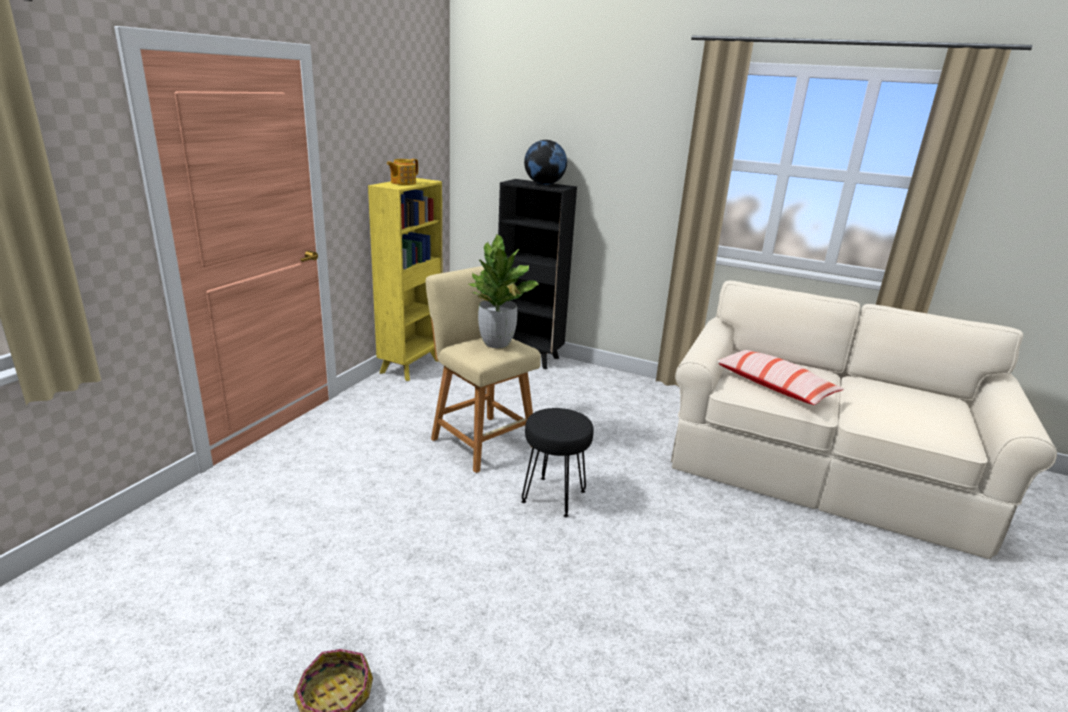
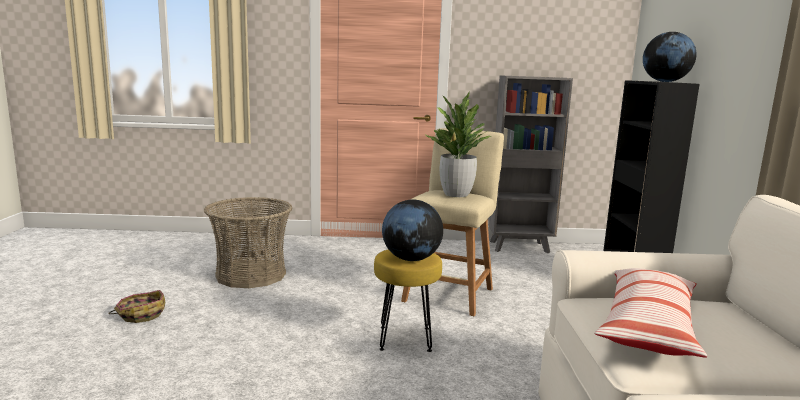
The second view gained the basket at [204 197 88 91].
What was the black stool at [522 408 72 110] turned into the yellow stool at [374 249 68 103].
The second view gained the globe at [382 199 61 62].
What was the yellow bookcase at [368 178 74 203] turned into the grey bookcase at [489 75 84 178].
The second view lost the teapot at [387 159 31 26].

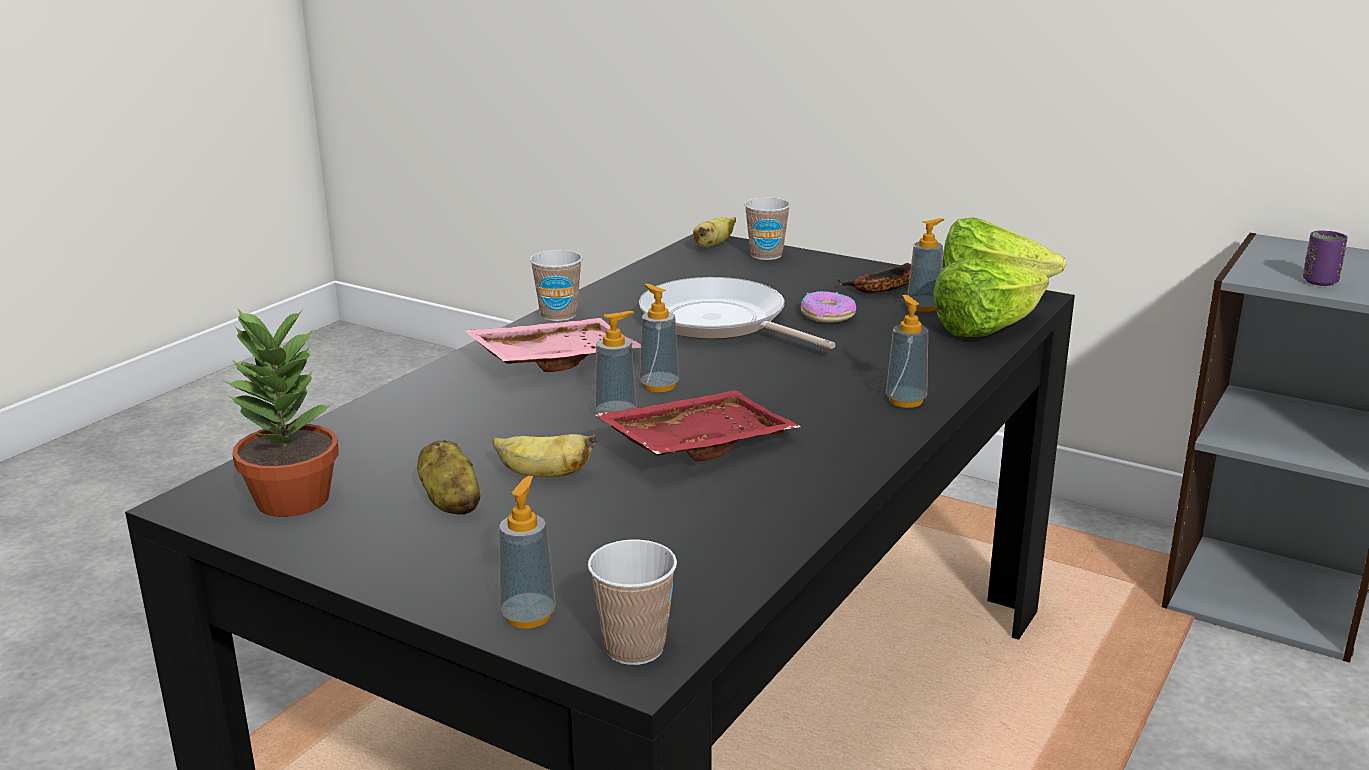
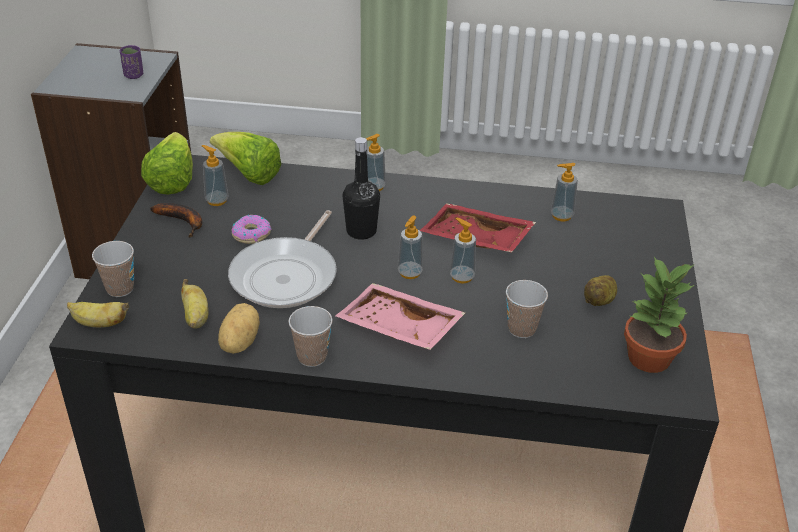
The banana ended up elsewhere, having gone from [493 434 104 43] to [181 279 27 50].
The second view gained the potato at [218 303 42 51].
The second view gained the black bottle at [343 137 37 103].
The cup ended up elsewhere, having gone from [588 539 89 126] to [506 280 42 58].
The soap dispenser ended up elsewhere, having gone from [499 476 57 153] to [551 163 27 59].

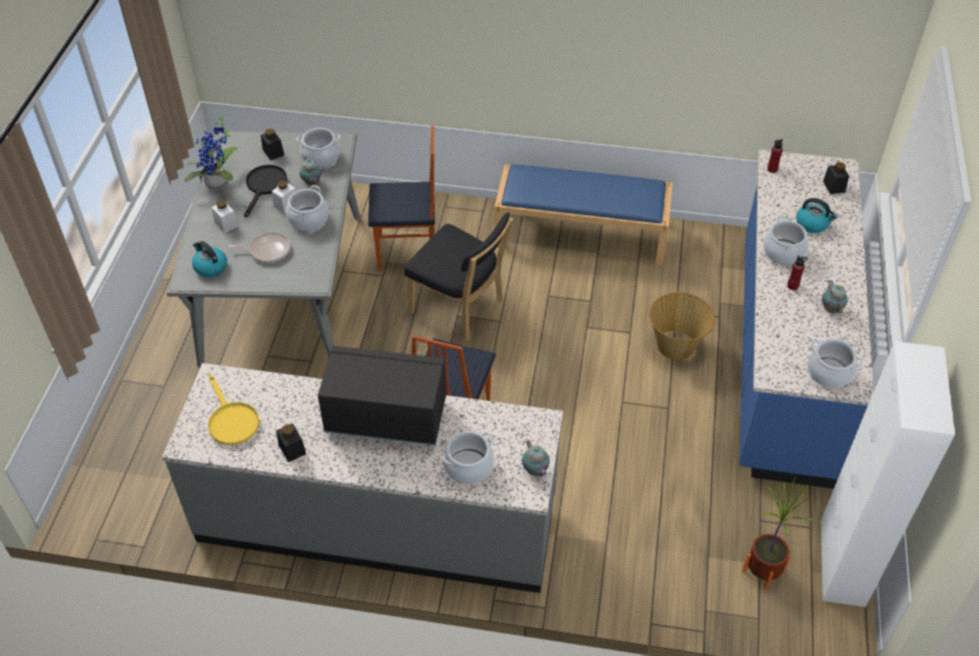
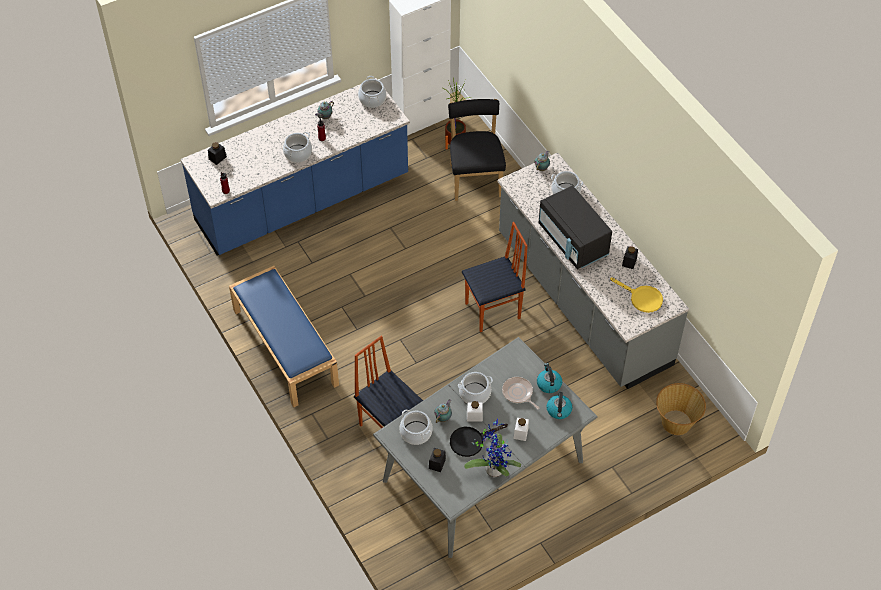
The black chair ended up elsewhere, having gone from [404 212 109 129] to [448 99 58 102].
The kettle ended up elsewhere, having gone from [796 198 42 35] to [537 363 25 30].
The yellow frying pan at [208 375 51 70] ended up facing another way, 105 degrees clockwise from before.
The basket ended up elsewhere, having gone from [649 292 66 68] to [656 383 50 52].

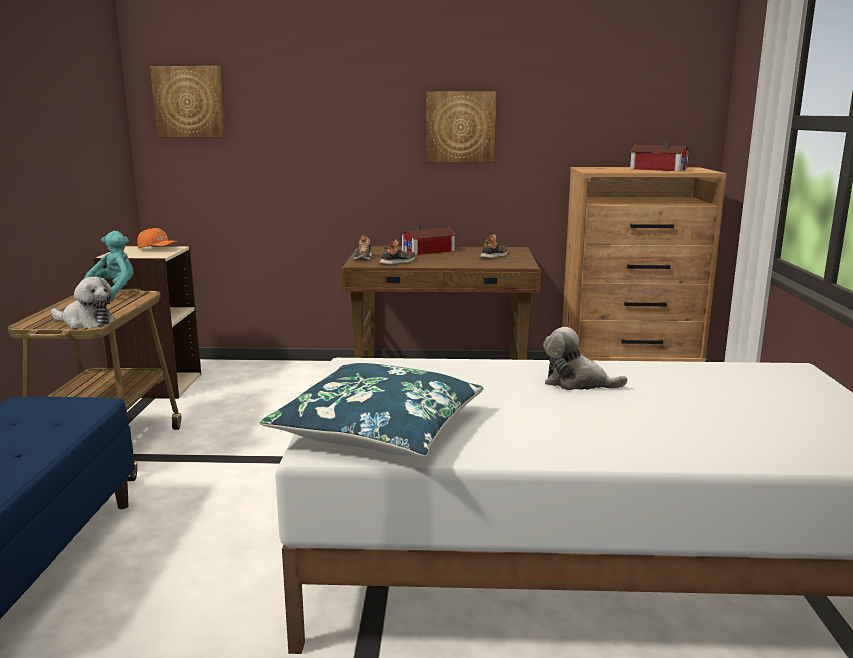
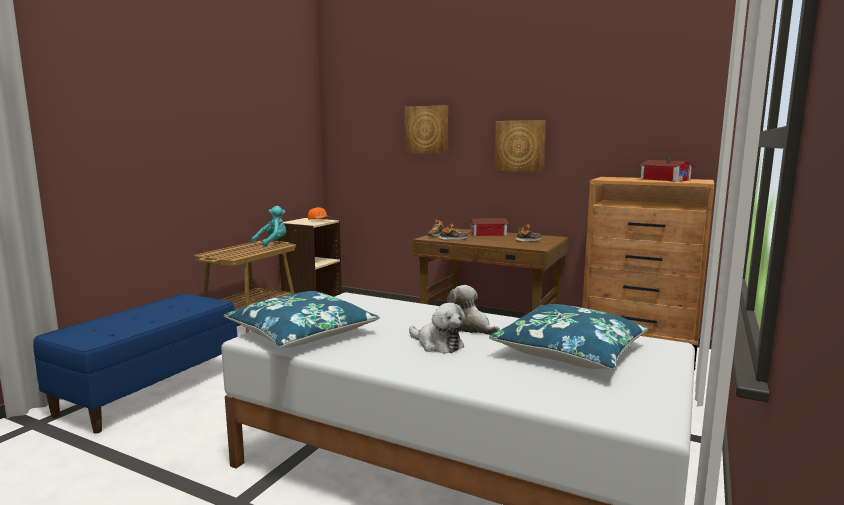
The picture ended up elsewhere, having gone from [150 66 76 71] to [405 105 43 49].
The plush toy ended up elsewhere, having gone from [51 276 64 53] to [409 303 57 51].
The second view gained the blue pillow at [489 304 159 66].

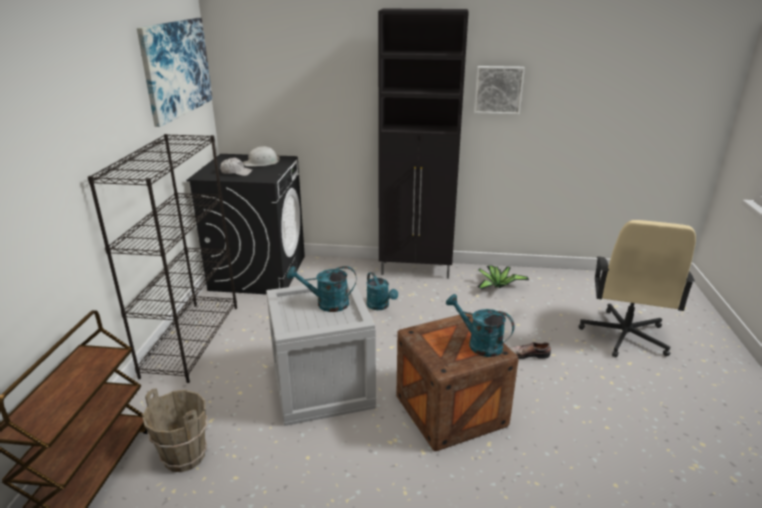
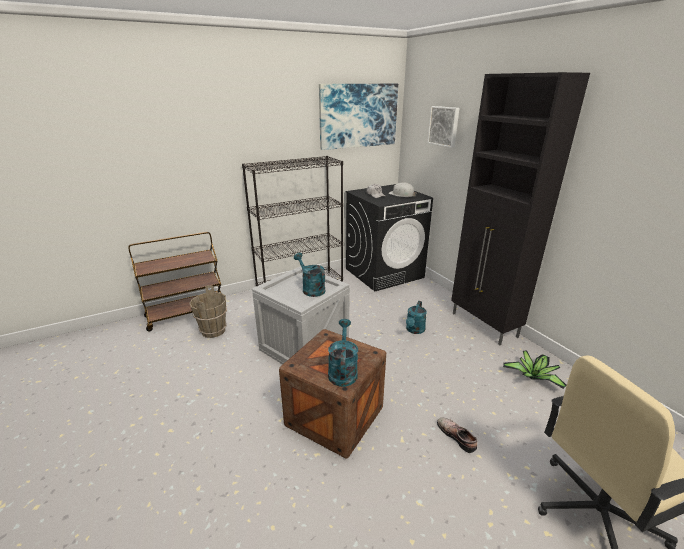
The picture ended up elsewhere, having gone from [474 66 51 48] to [428 106 31 42].

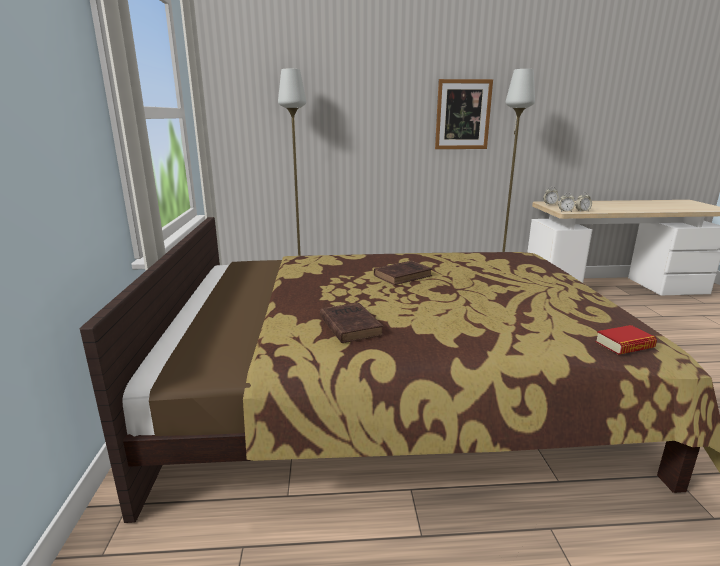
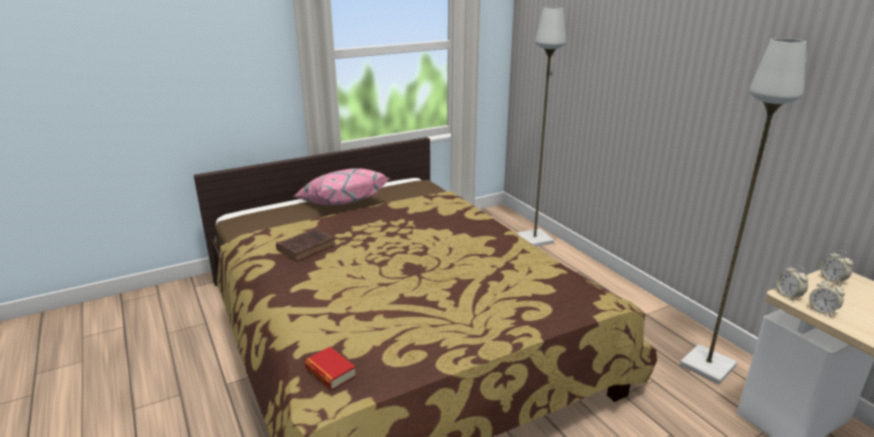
The second view gained the pink pillow at [293 168 96 37].
The second view lost the brown book at [374 260 58 25].
The second view lost the picture at [435 79 58 70].

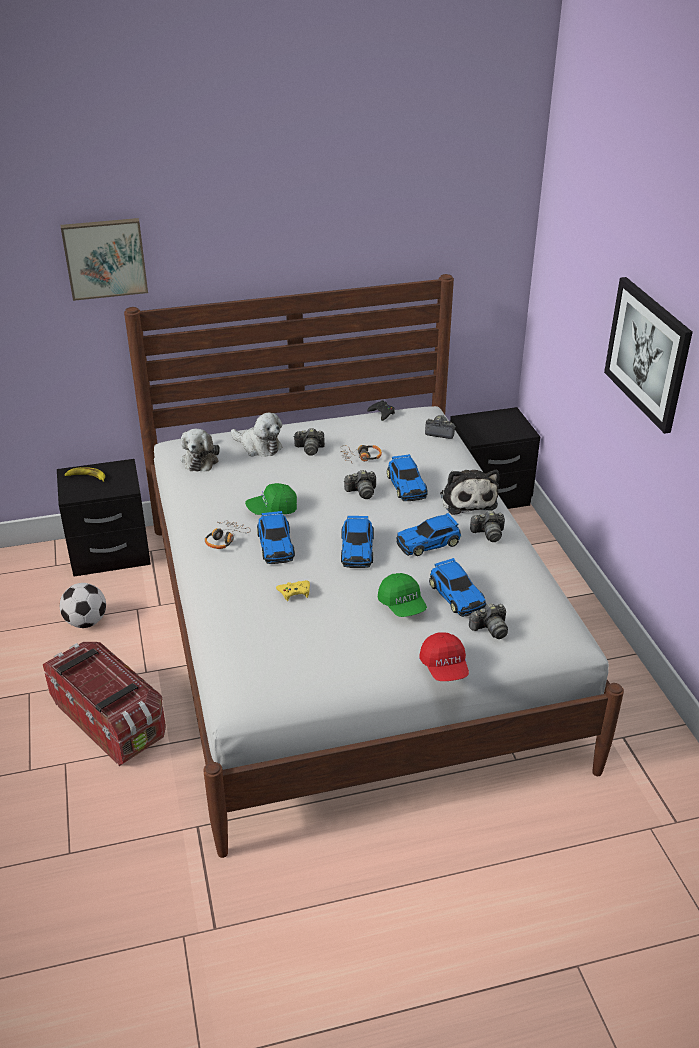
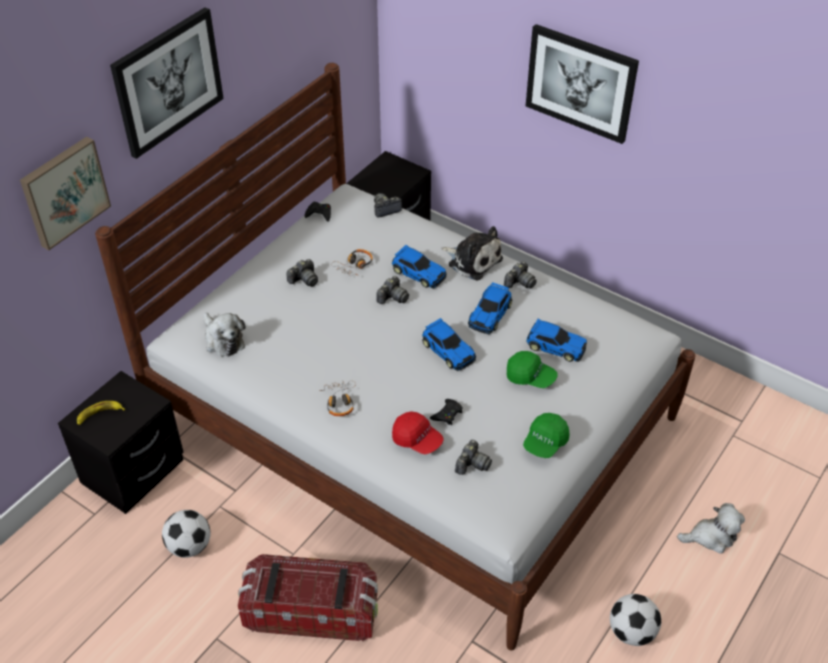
The second view gained the picture at [110 7 114 152].
The red cap ended up elsewhere, having gone from [419 632 50 49] to [392 411 51 43].
What was the yellow game controller at [276 580 34 21] turned into the black game controller at [430 399 32 26].
The photo camera ended up elsewhere, having gone from [469 603 39 36] to [455 440 37 35].
The green cap ended up elsewhere, having gone from [245 483 52 32] to [523 413 46 45].
The second view gained the football at [610 594 51 52].
The plush toy ended up elsewhere, having gone from [231 413 52 44] to [677 503 68 51].
The second view lost the toy car at [257 511 38 53].

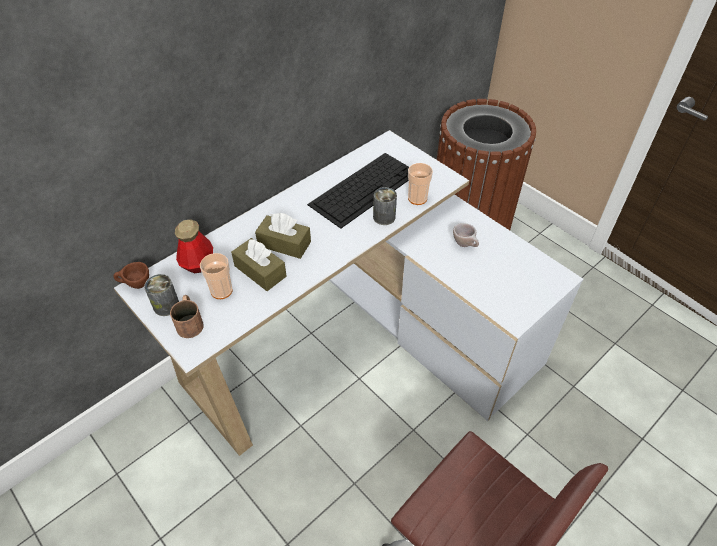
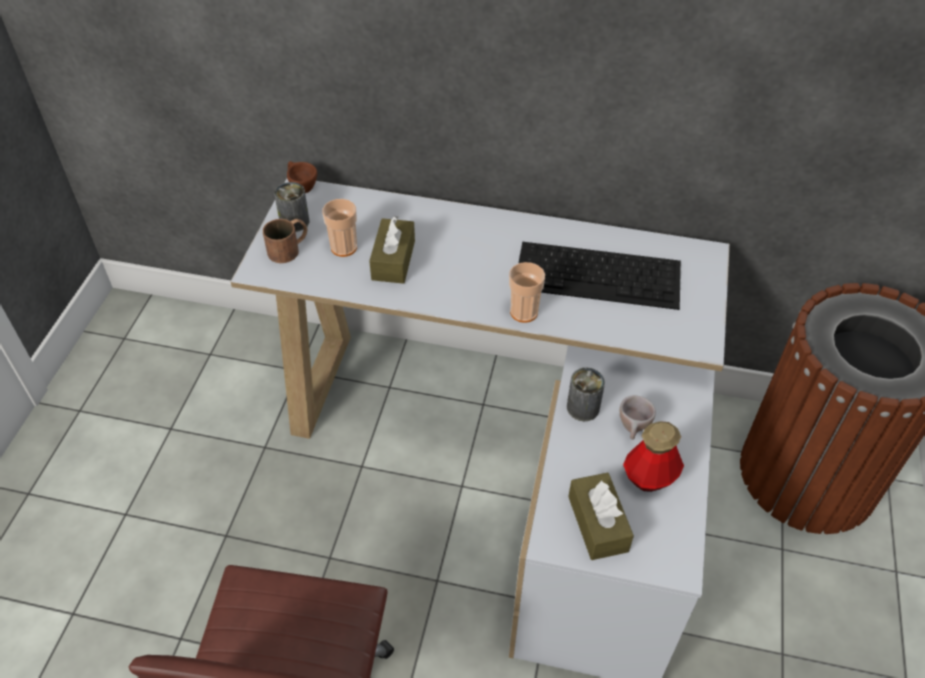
The cup ended up elsewhere, having gone from [408 163 25 42] to [509 262 36 61].
The can ended up elsewhere, having gone from [373 187 24 38] to [567 368 38 53].
The brown tissue box ended up elsewhere, having gone from [255 213 56 46] to [568 473 66 87].
The bottle ended up elsewhere, having gone from [175 219 38 54] to [623 421 61 71].

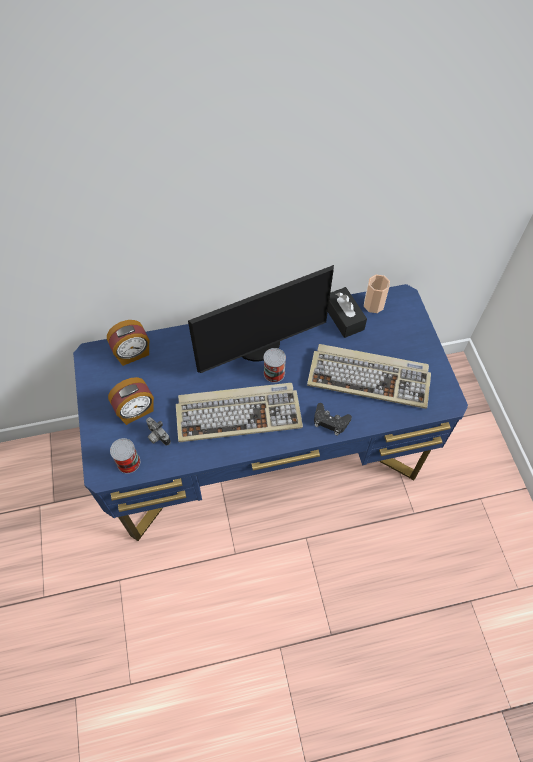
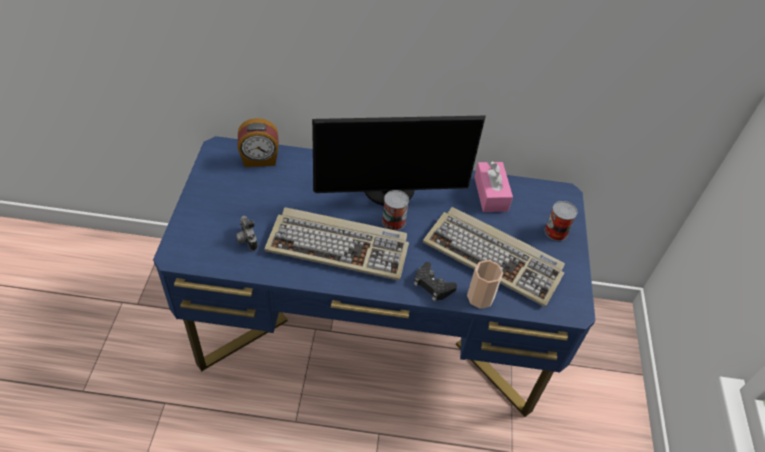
The cup ended up elsewhere, having gone from [364 275 26 38] to [467 260 36 49].
What was the black tissue box at [328 287 39 51] turned into the pink tissue box at [474 161 39 51].
The can ended up elsewhere, having gone from [110 438 30 36] to [544 201 34 40].
The second view lost the alarm clock at [108 377 46 48].

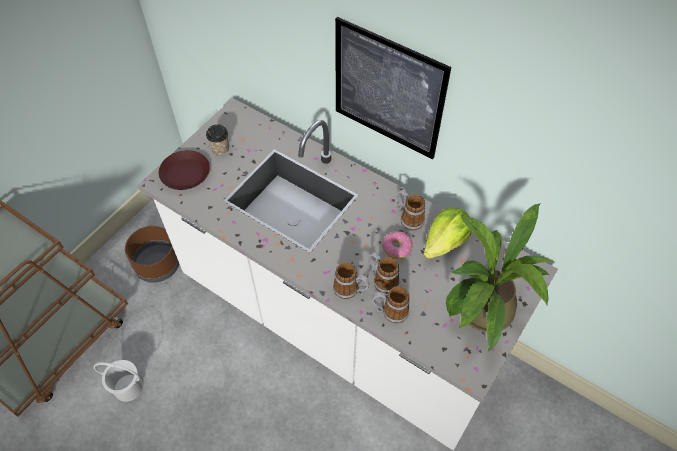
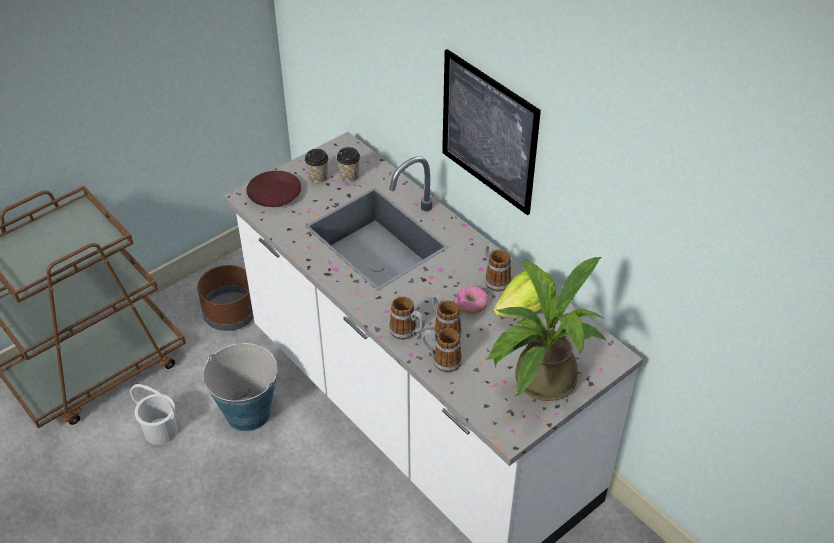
The second view gained the bucket at [203 343 78 89].
The second view gained the cup at [337 147 23 35].

